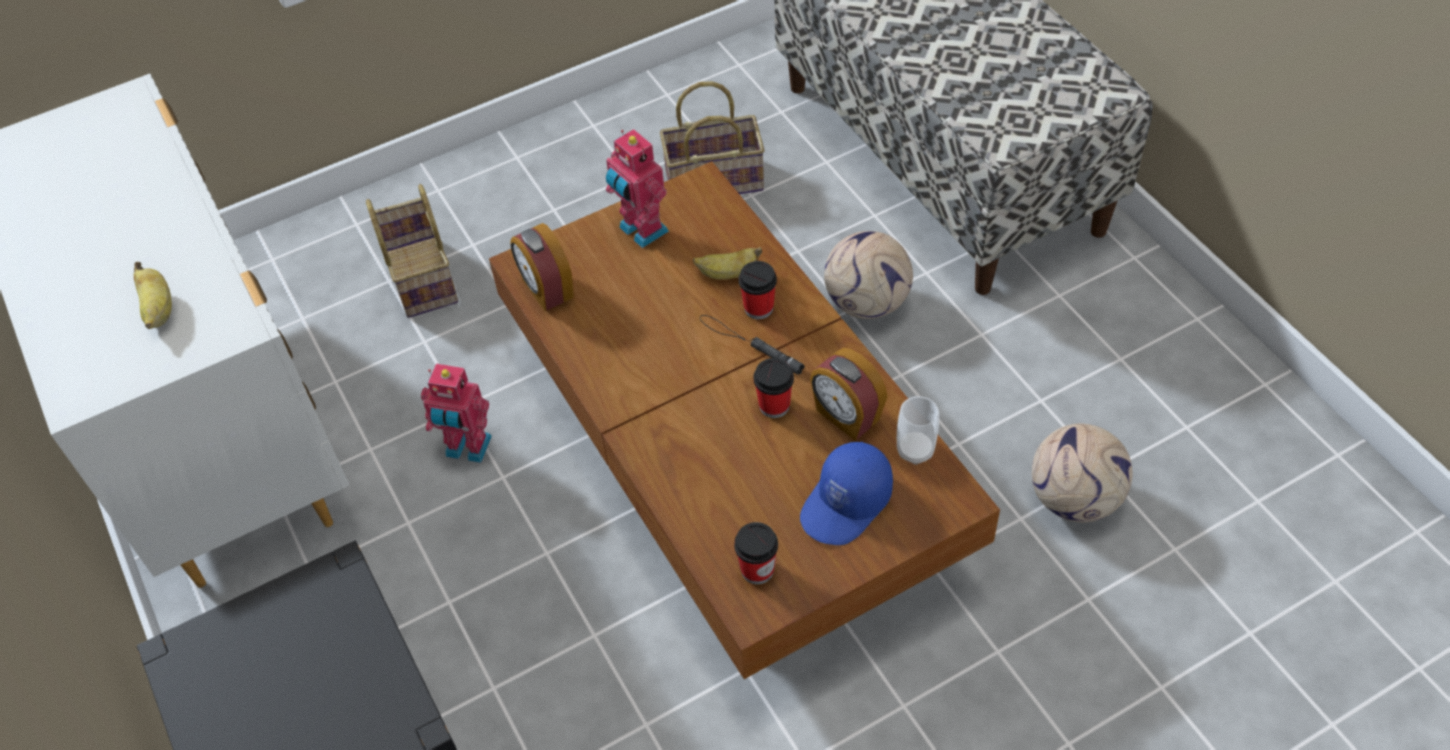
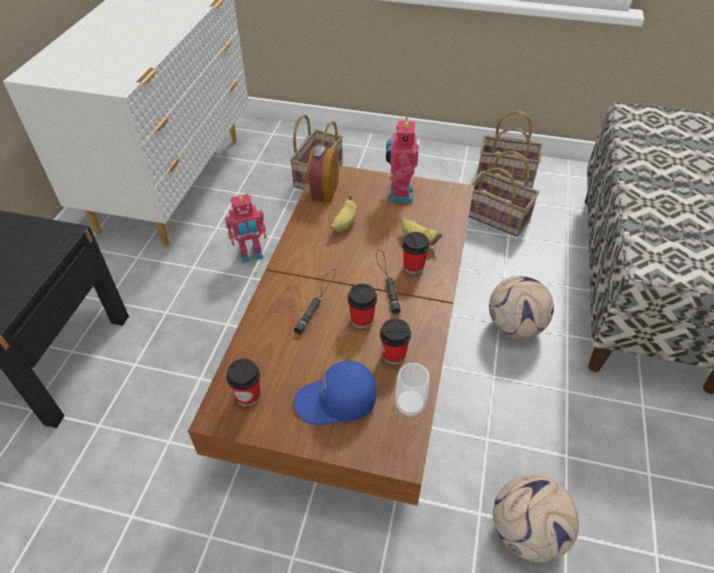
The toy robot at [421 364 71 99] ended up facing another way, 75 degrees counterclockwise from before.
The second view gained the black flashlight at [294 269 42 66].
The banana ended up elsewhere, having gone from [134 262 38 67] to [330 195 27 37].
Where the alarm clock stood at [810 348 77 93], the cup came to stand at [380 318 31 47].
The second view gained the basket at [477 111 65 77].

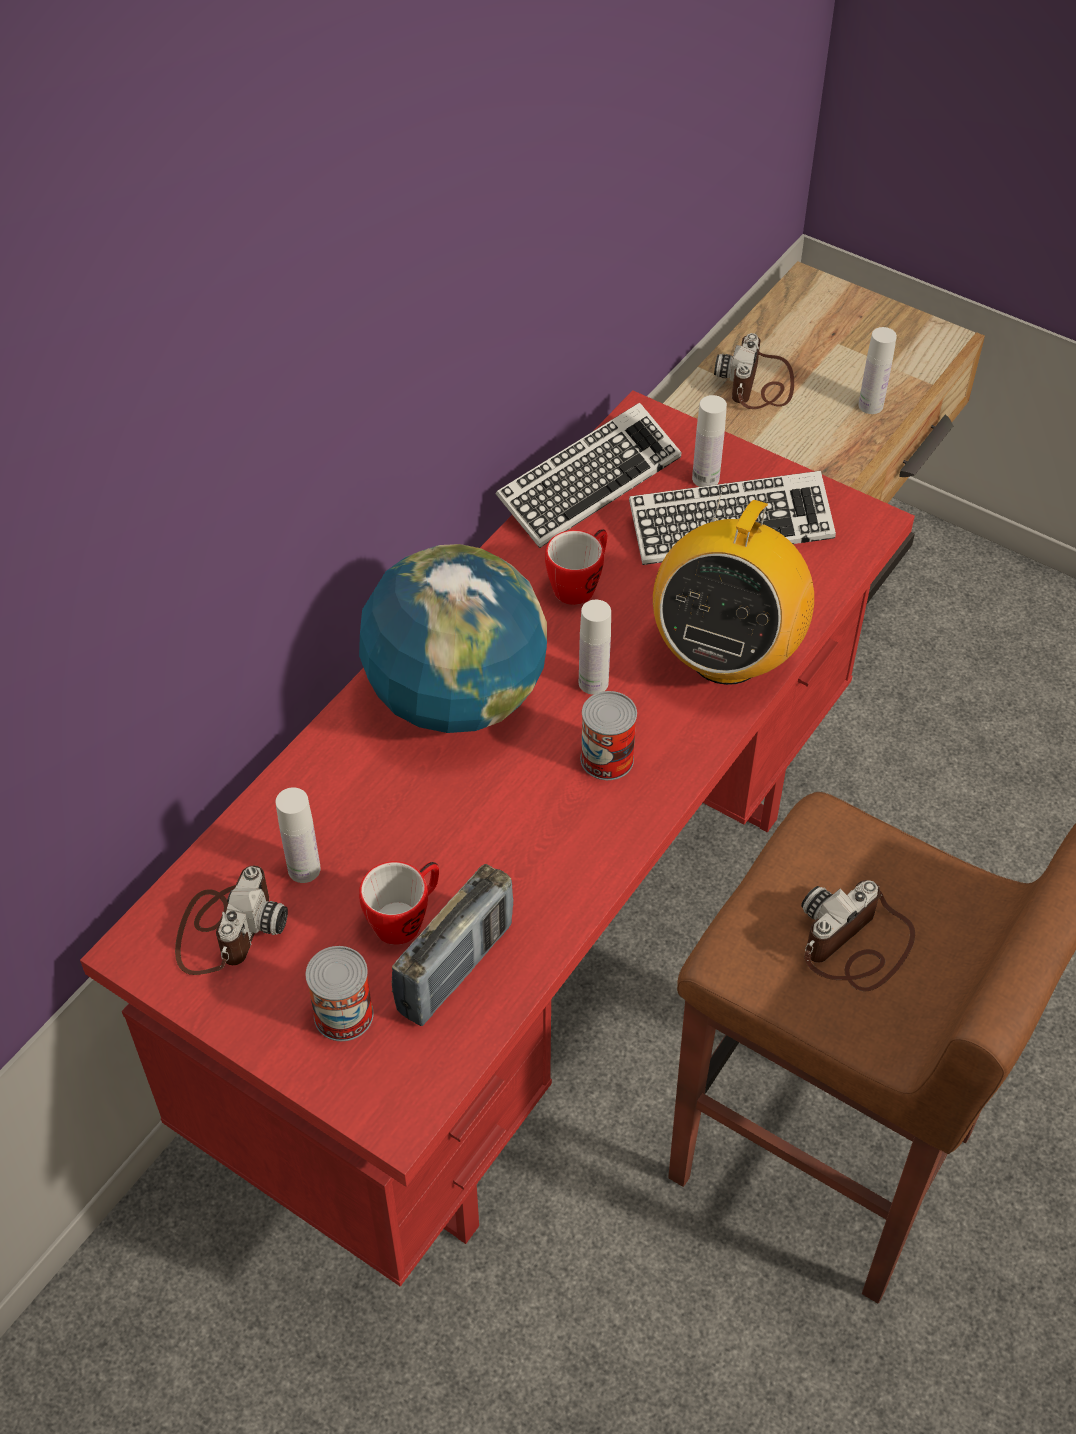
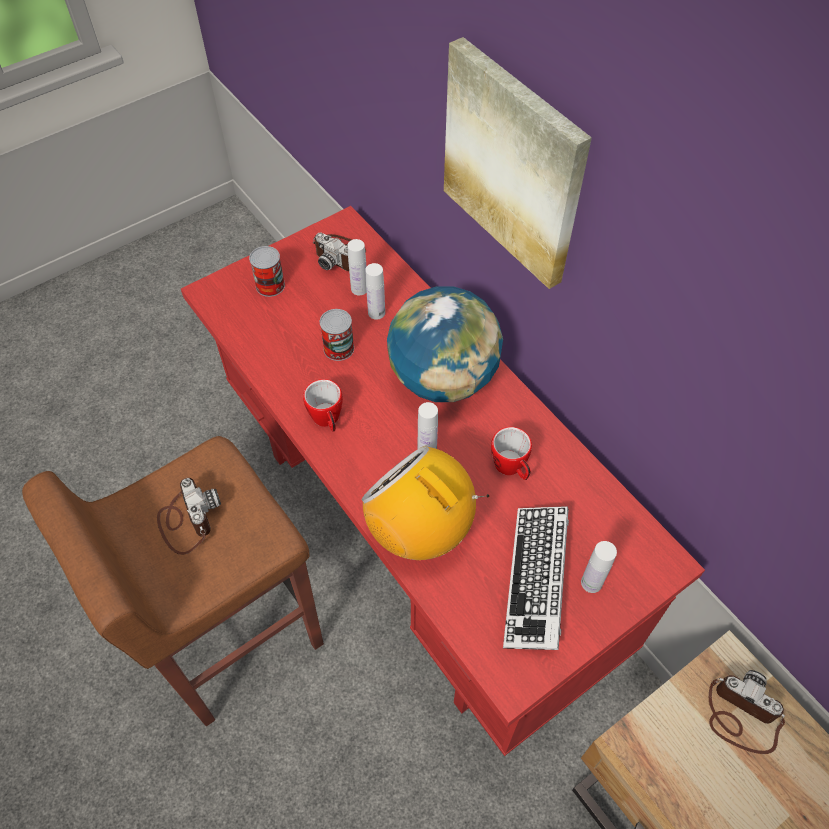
The mug ended up elsewhere, having gone from [359 861 80 84] to [303 379 40 53].
The can ended up elsewhere, having gone from [580 691 57 89] to [320 309 34 52].
The white bottle ended up elsewhere, having gone from [858 327 39 87] to [366 263 19 57].
The second view gained the picture at [444 37 148 252].
The second view lost the radio at [392 864 121 162].
The second view lost the keyboard at [496 402 186 146].

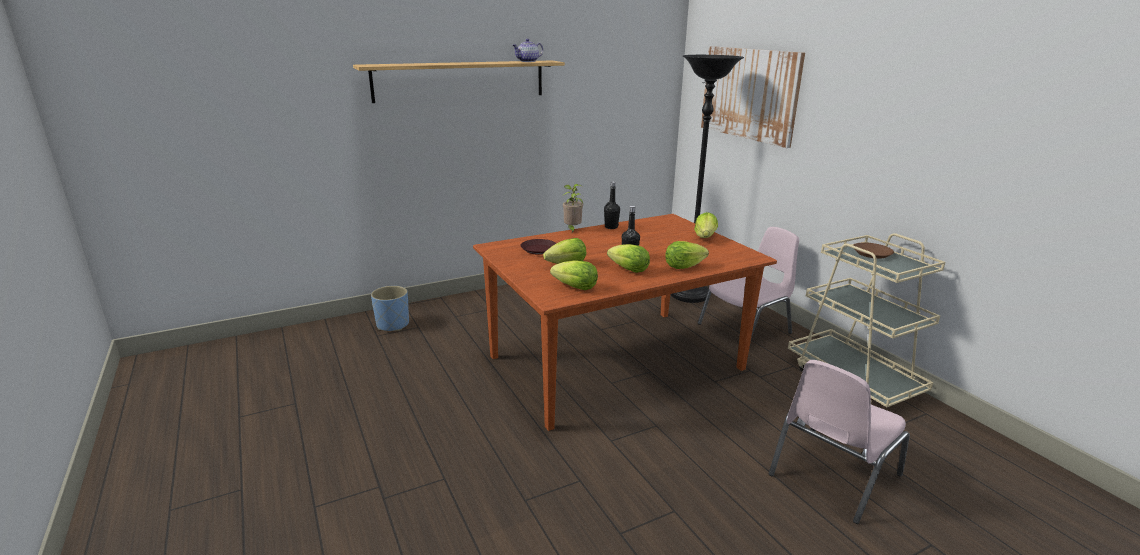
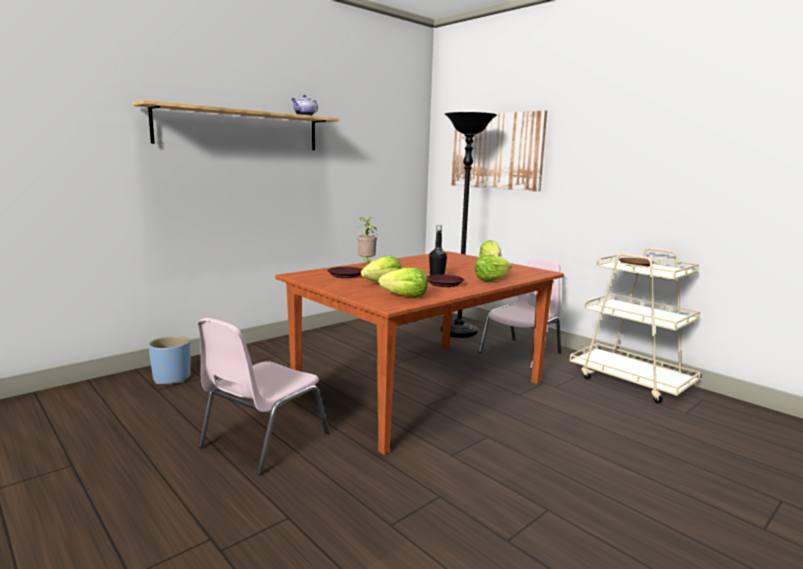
The pink chair ended up elsewhere, having gone from [769 360 141 164] to [198 318 131 157].
Where the lettuce stood at [607 244 43 29], the brown plate came to stand at [427 275 37 12].
The second view lost the black bottle at [604 181 16 48].

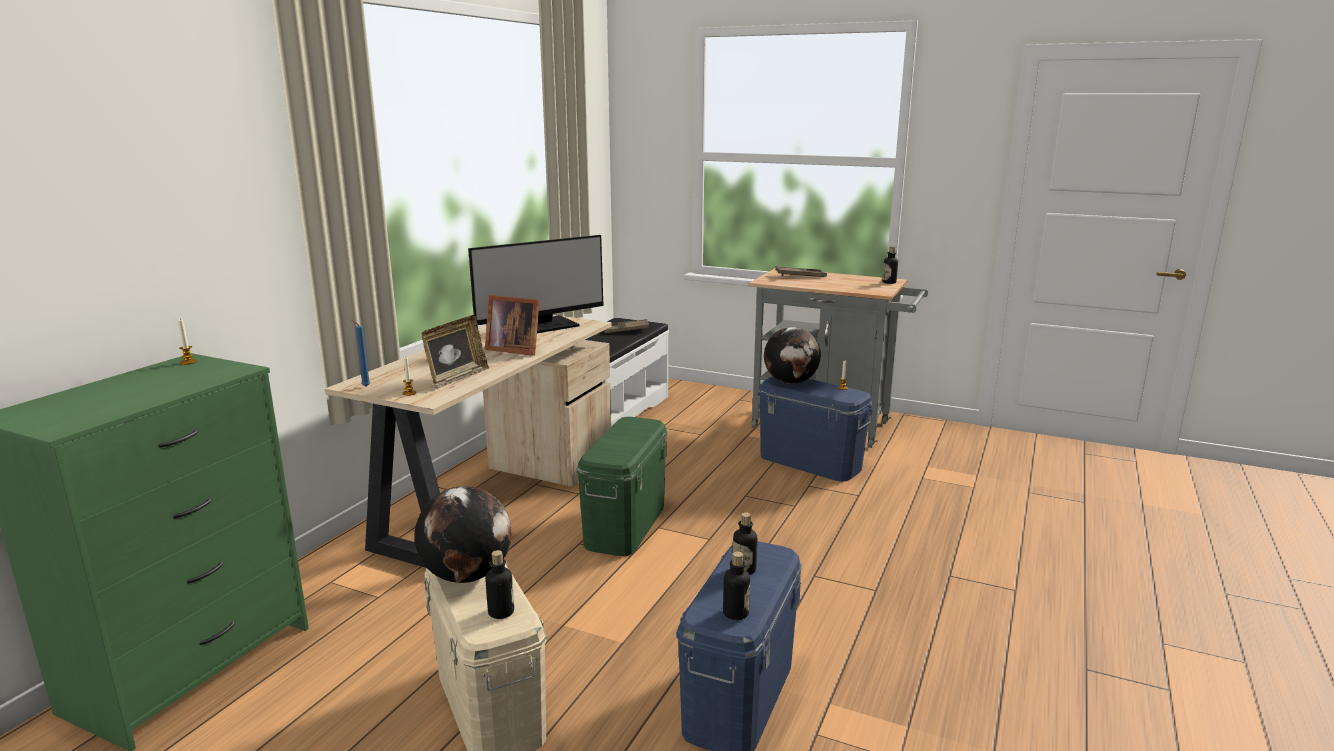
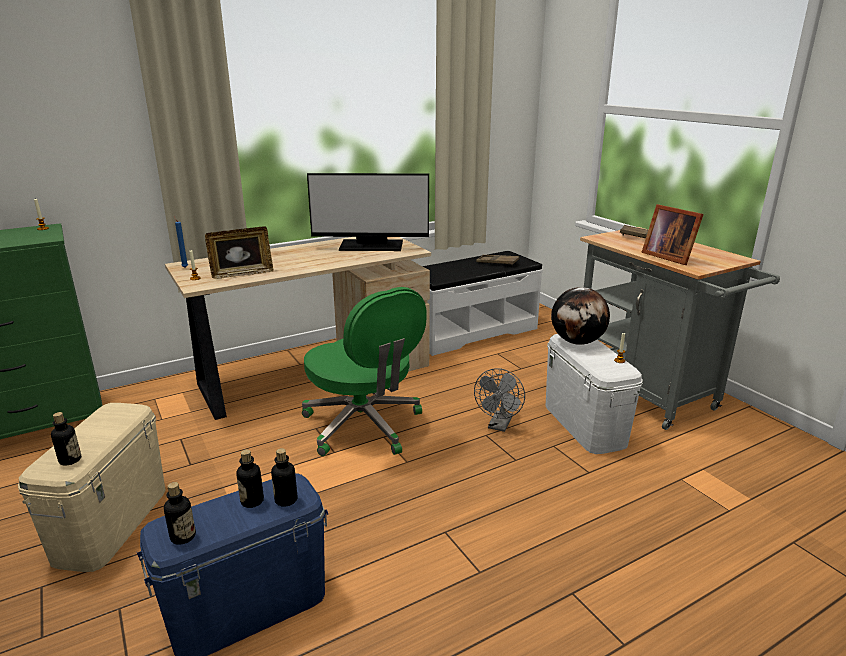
The bottle ended up elsewhere, having gone from [882 247 16 37] to [271 448 27 59].
Where the green storage box stood at [577 417 90 139], the green office chair came to stand at [302 287 125 169].
The second view gained the grey fan at [474 368 51 64].
What was the blue storage box at [758 376 115 106] turned into the white storage box at [546 334 97 120].
The picture frame ended up elsewhere, having gone from [485 295 55 61] to [641 204 63 61].
The second view lost the globe at [414 486 98 97].

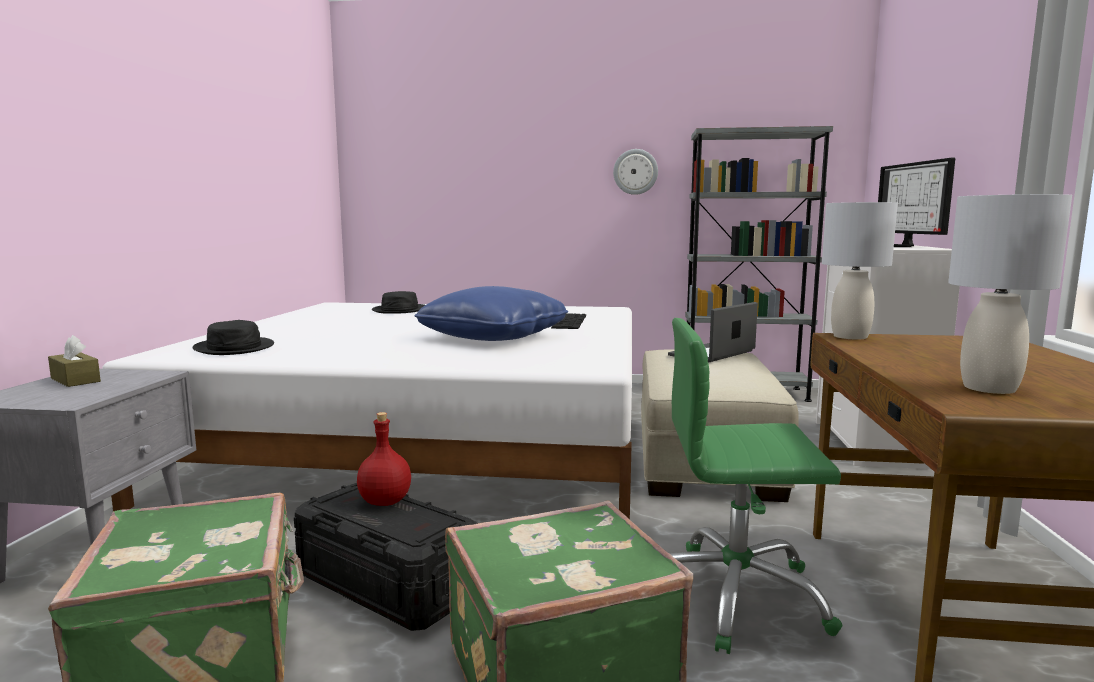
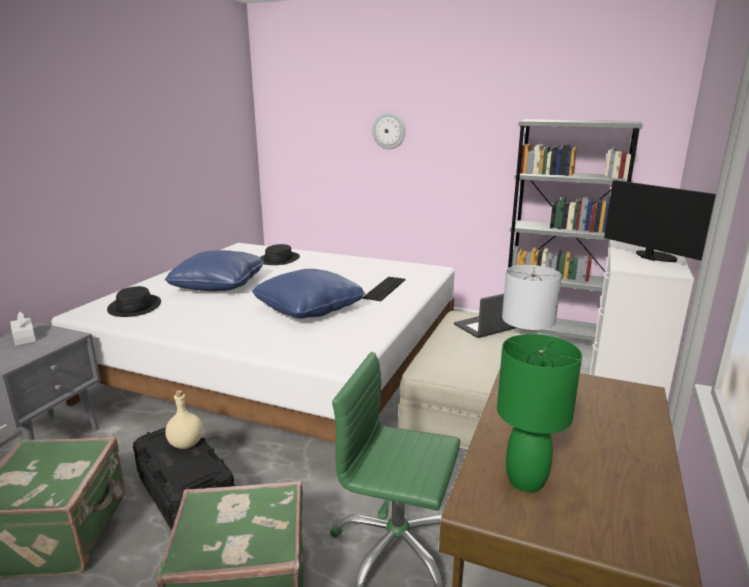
What was the brown tissue box at [48 335 53 52] turned into the white tissue box at [10 312 26 34].
The second view gained the blue pillow at [165 250 99 41].
What was the red bottle at [357 412 54 94] turned into the beige bottle at [165 390 38 59].
The wall clock ended up elsewhere, having gone from [613 149 45 46] to [372 113 33 36].
What was the grey table lamp at [948 194 124 200] turned into the green table lamp at [497 334 85 158].
The monitor at [878 158 77 89] ended up facing another way, 135 degrees clockwise from before.

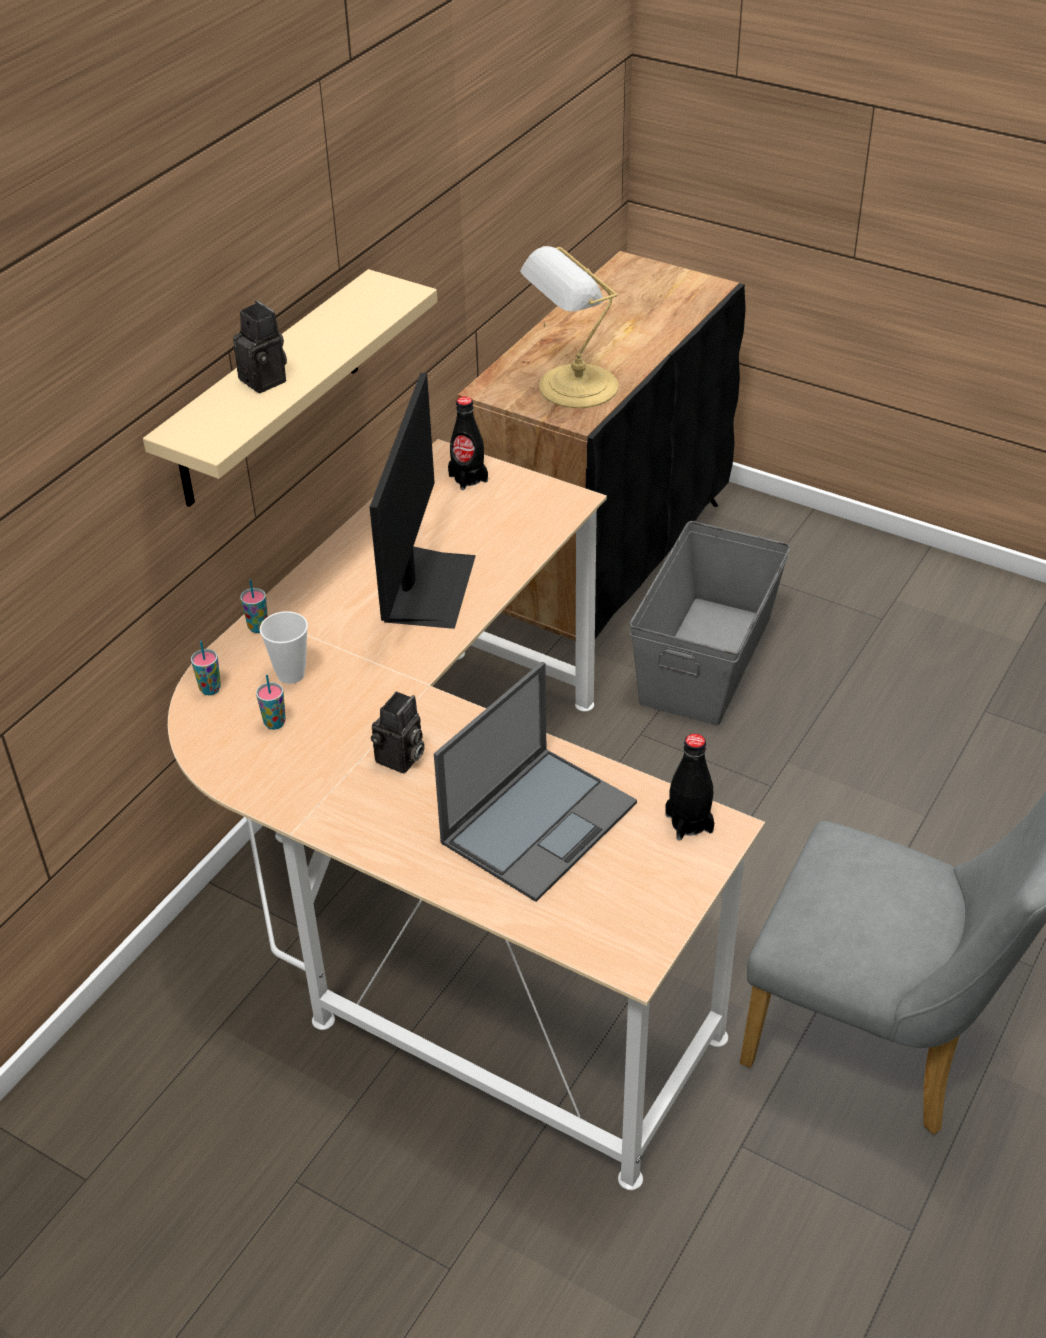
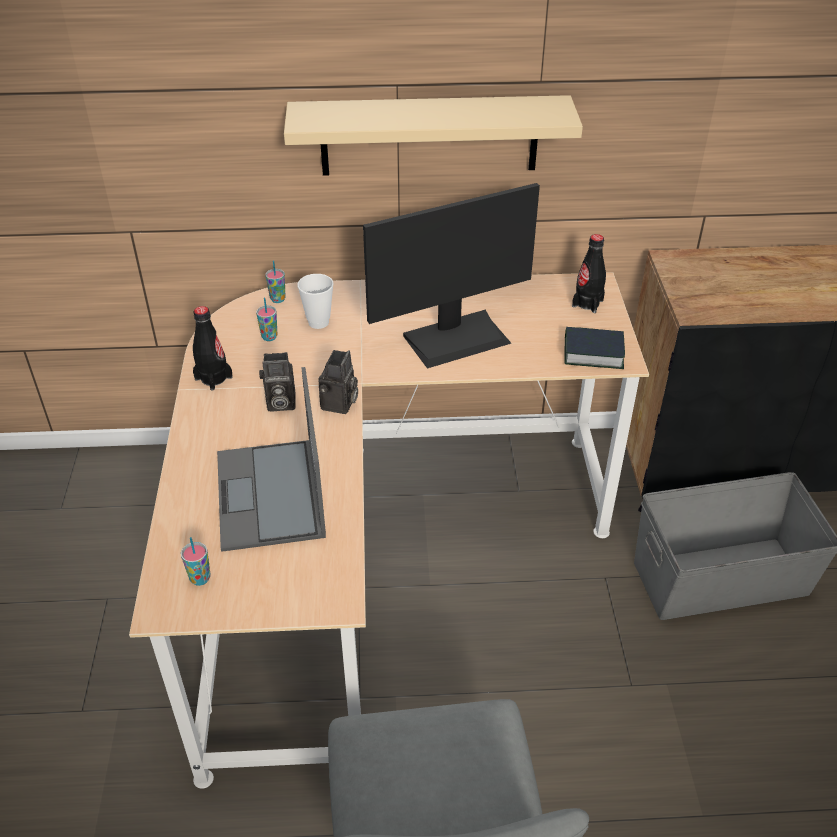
The cup ended up elsewhere, having gone from [240 579 28 54] to [181 537 30 49].
The black bottle ended up elsewhere, having gone from [666 734 48 107] to [193 306 40 85].
The laptop at [434 662 203 240] ended up facing another way, 75 degrees clockwise from before.
The photo camera ended up elsewhere, having gone from [233 301 54 92] to [318 350 40 64].
The second view gained the book at [564 327 61 42].
The second view lost the table lamp at [520 246 98 162].

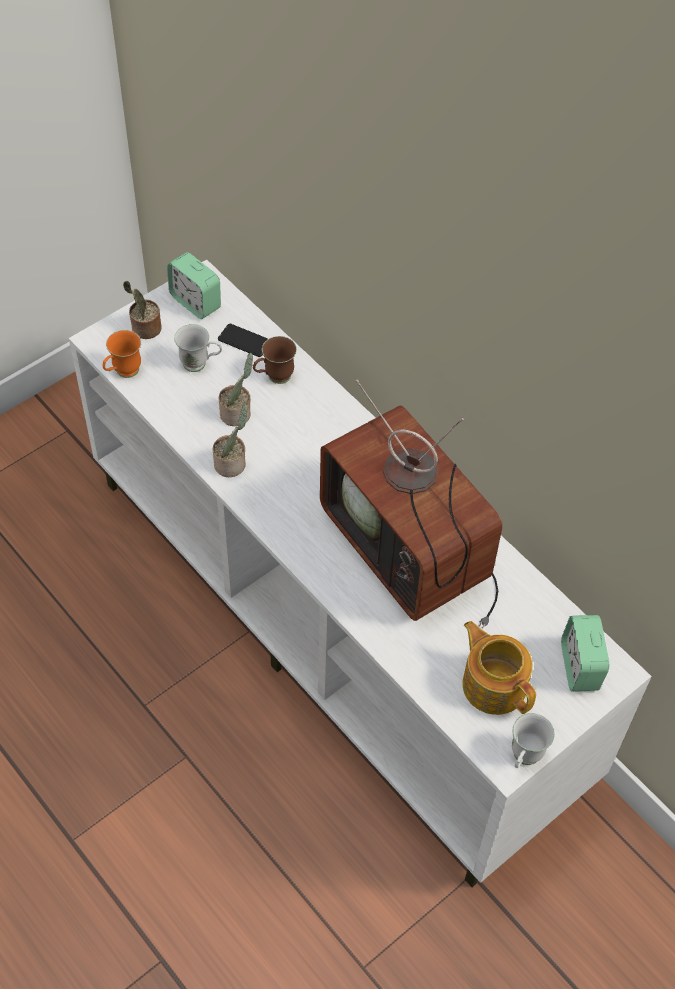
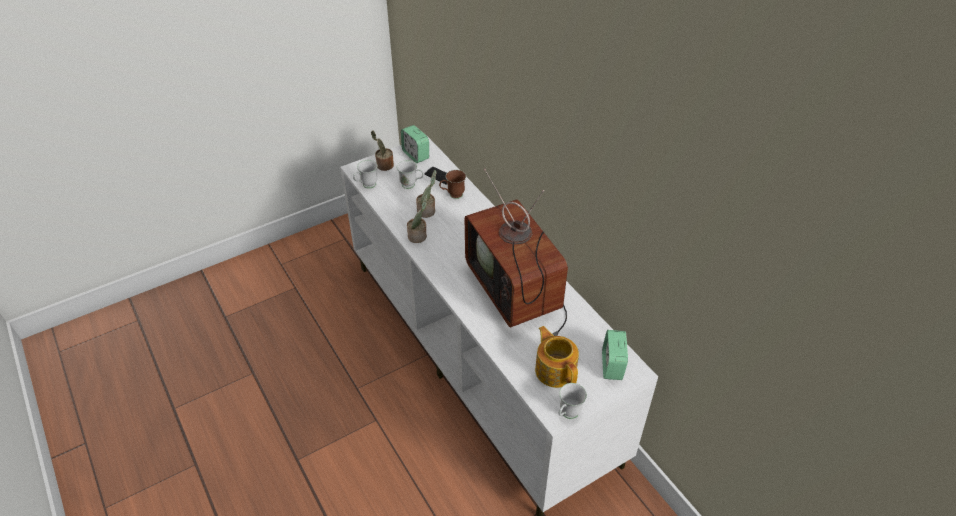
What was the orange mug at [103 330 38 48] turned into the white mug at [353 160 25 29].

